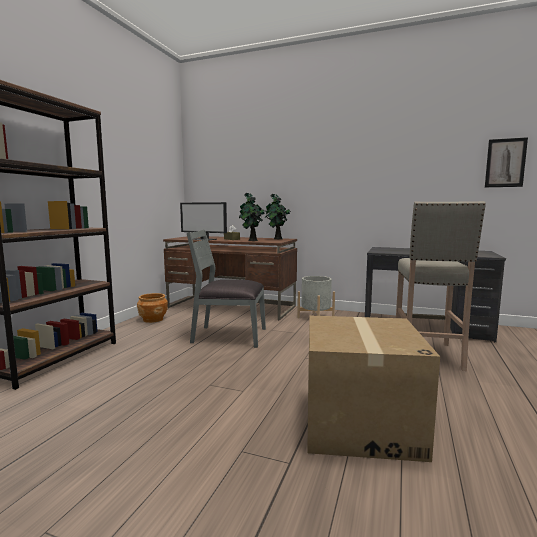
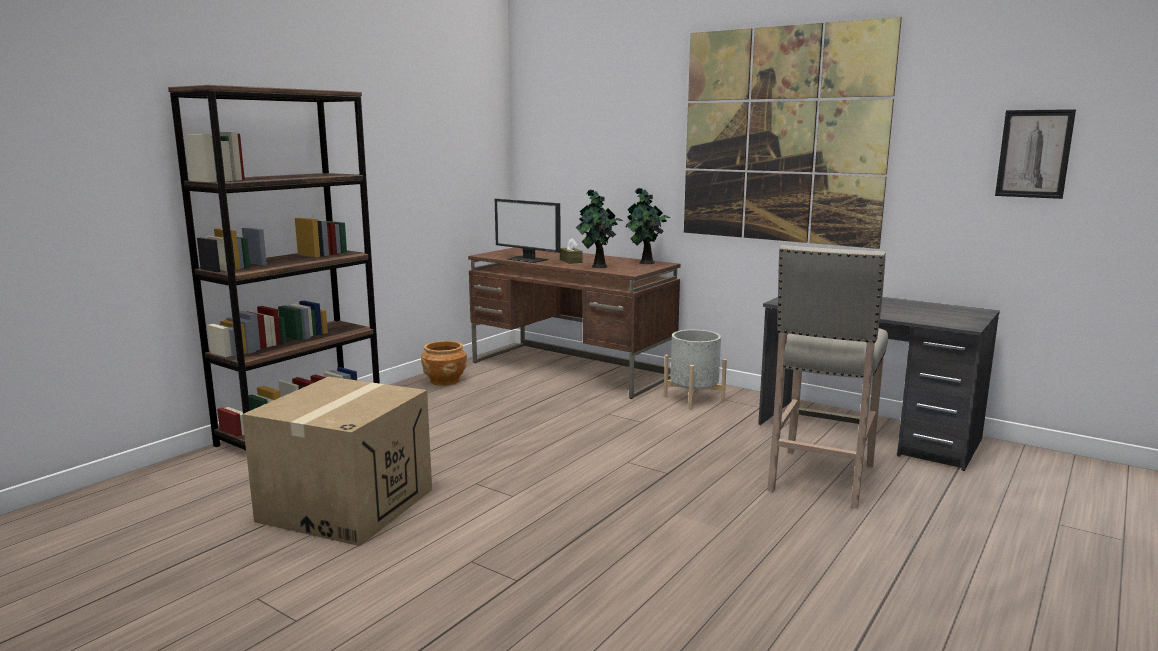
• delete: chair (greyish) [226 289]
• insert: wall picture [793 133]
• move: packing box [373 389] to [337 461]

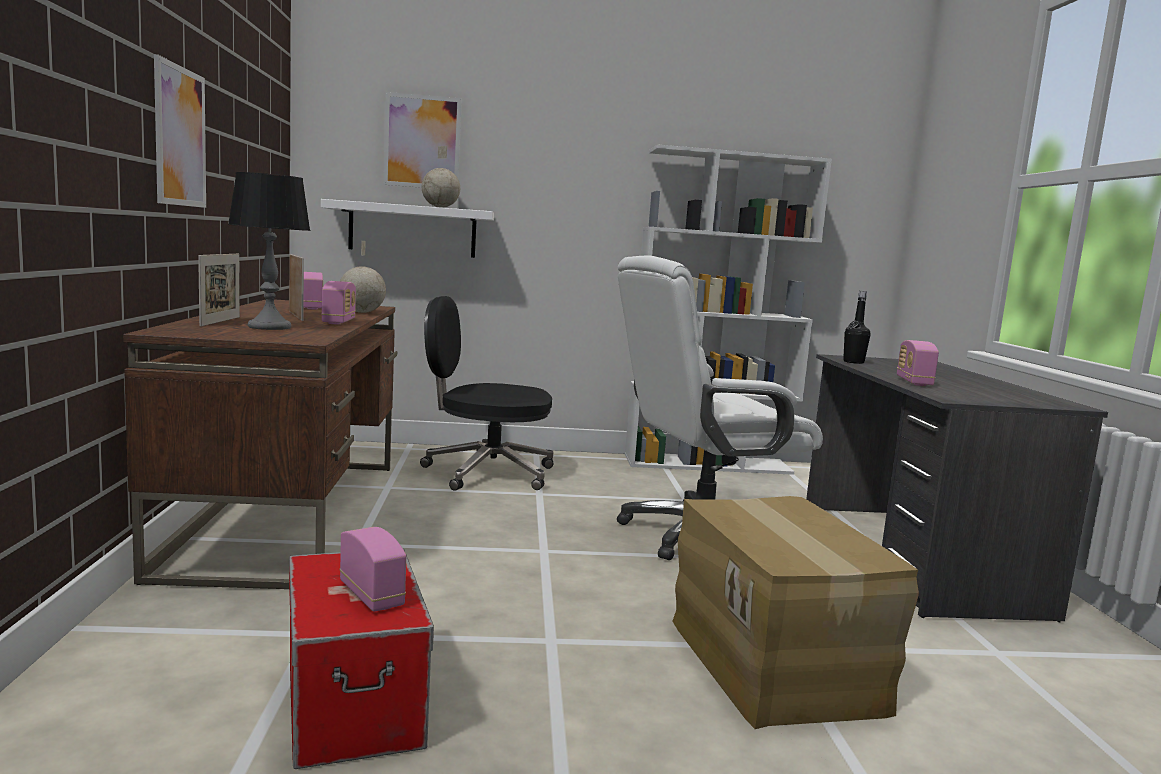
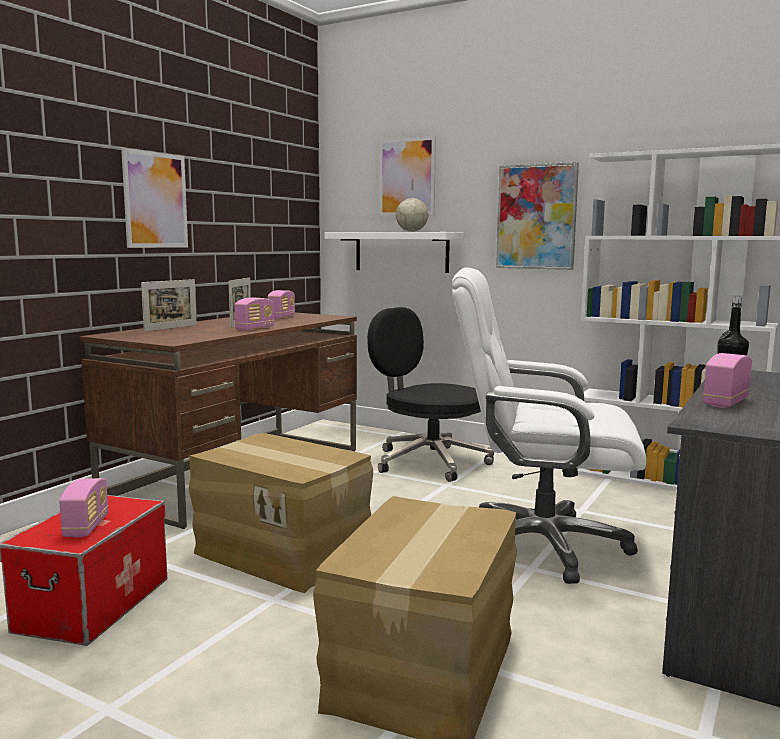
• delete: lamp for a table [269 251]
• delete: globe [363 277]
• insert: packing box [281 513]
• insert: wall picture [537 216]

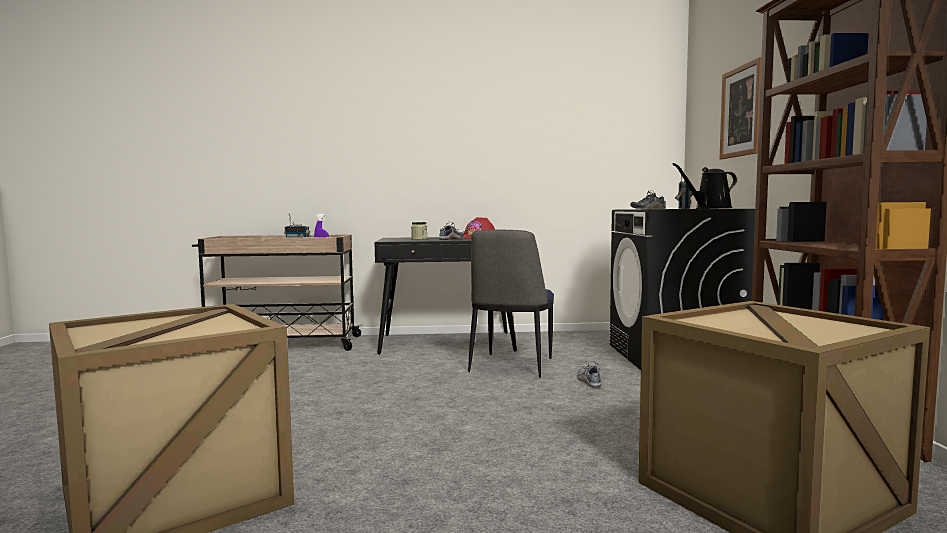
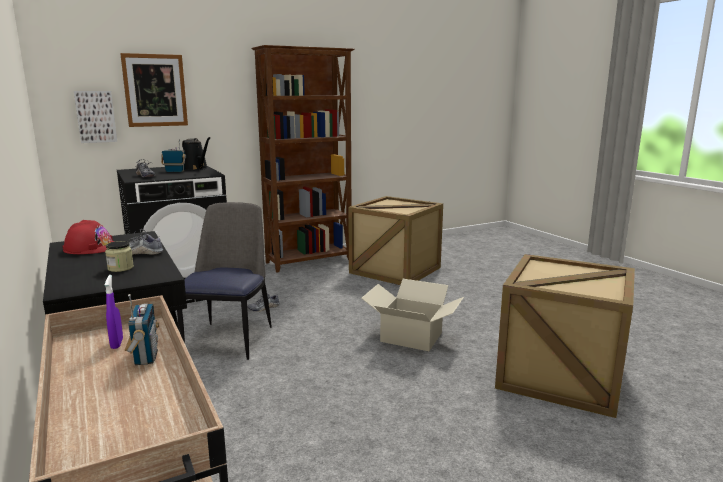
• insert: wall picture [95 117]
• insert: packing box [412 315]
• rotate: chair [511 304] = [224 281] 75 degrees counterclockwise

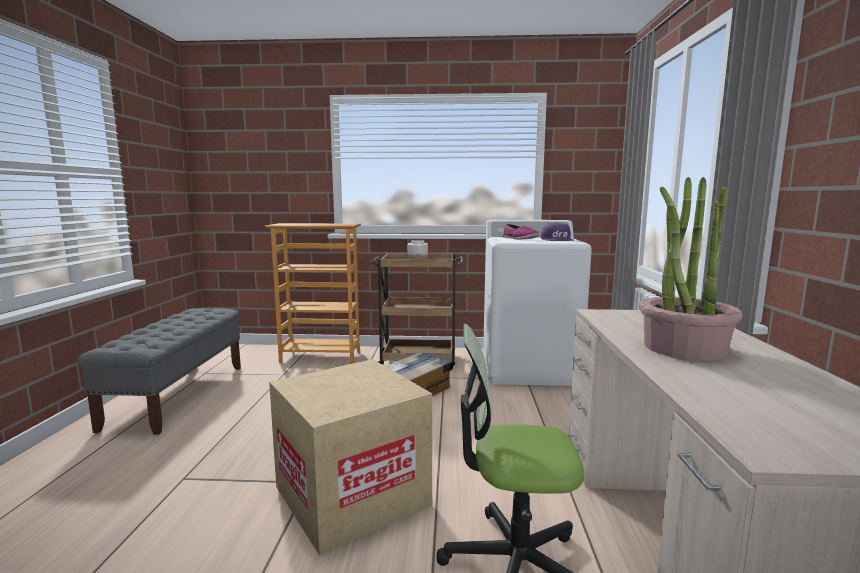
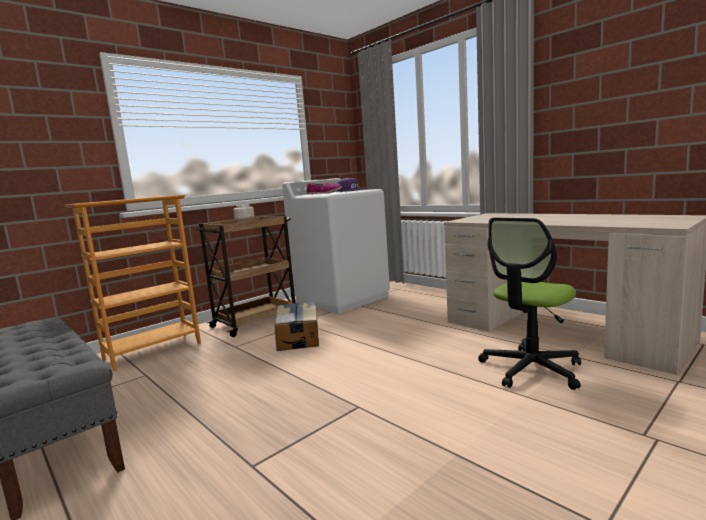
• delete: packing box [350 457]
• delete: houseplant [690 269]

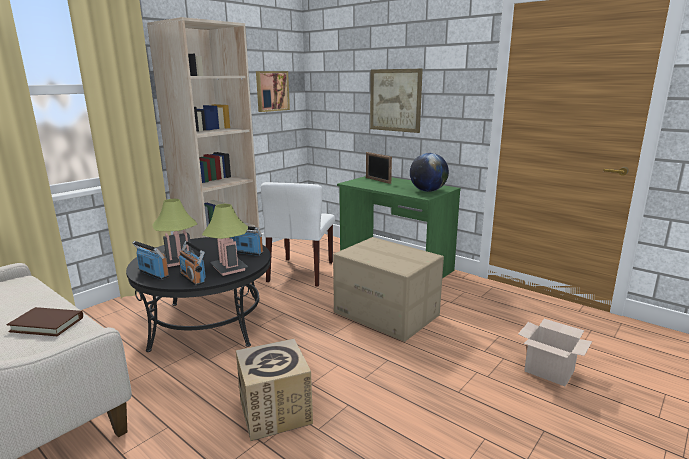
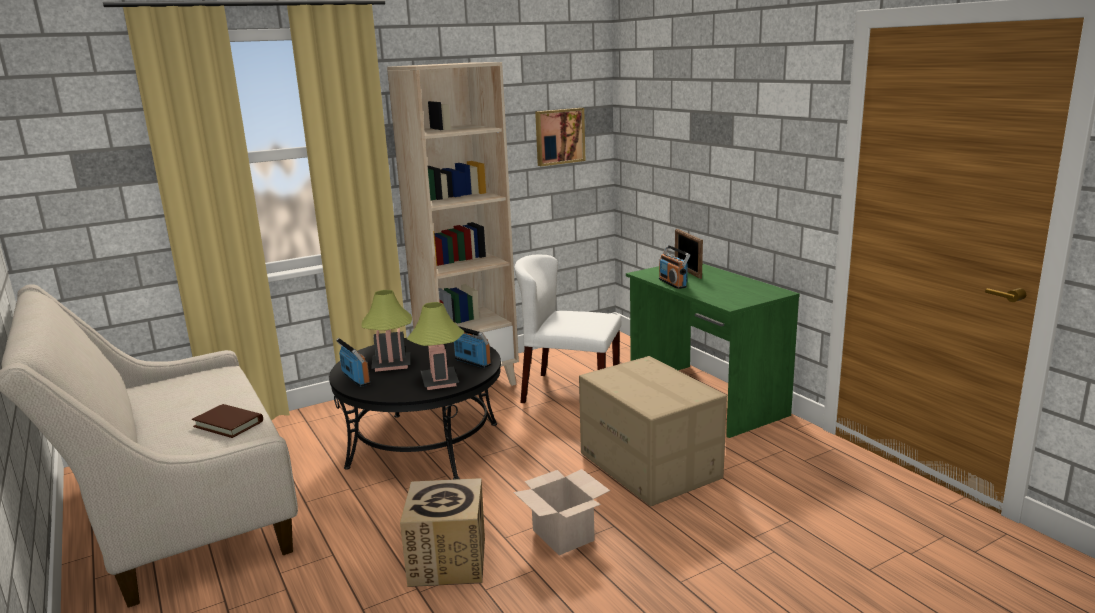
• delete: wall picture [396 101]
• delete: globe [429 172]
• move: radio set [192 263] to [674 267]
• move: packing box [555 352] to [561 512]
• rotate: chair (whitish) [298 234] = [567 328] 75 degrees clockwise

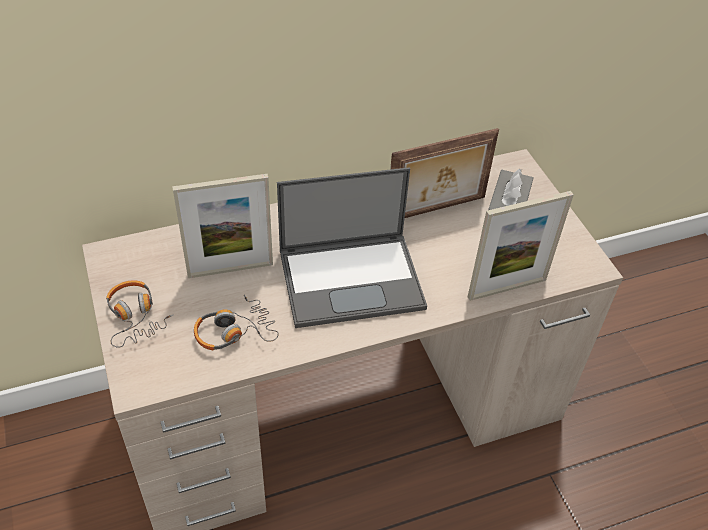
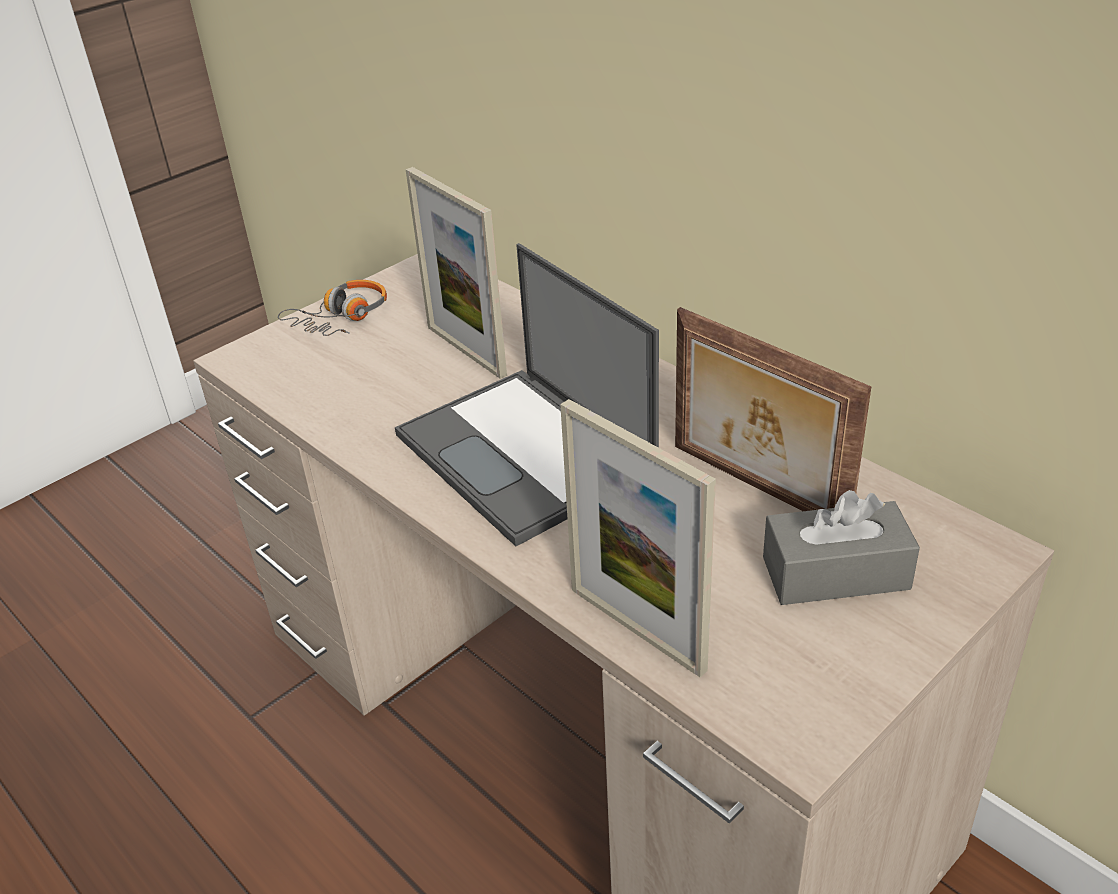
• delete: pair of headphones [236 322]

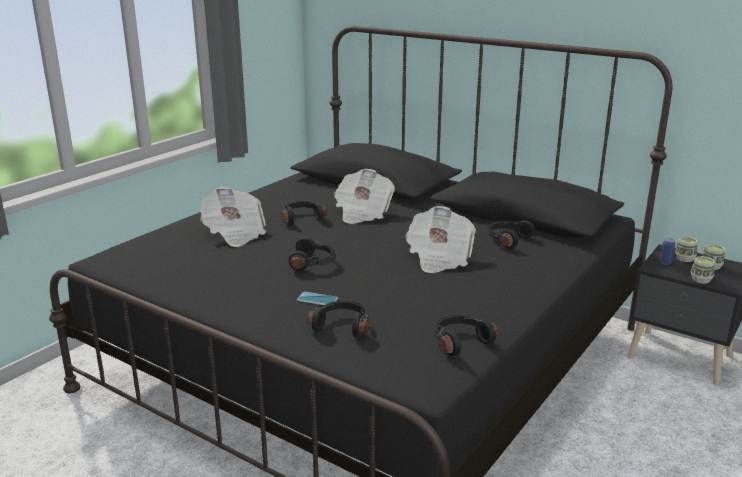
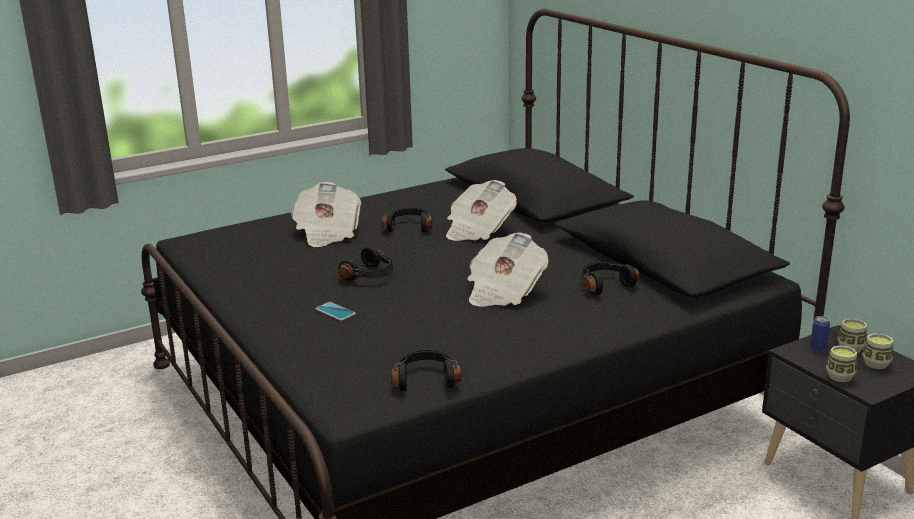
• delete: pair of headphones (blackish) [338 319]

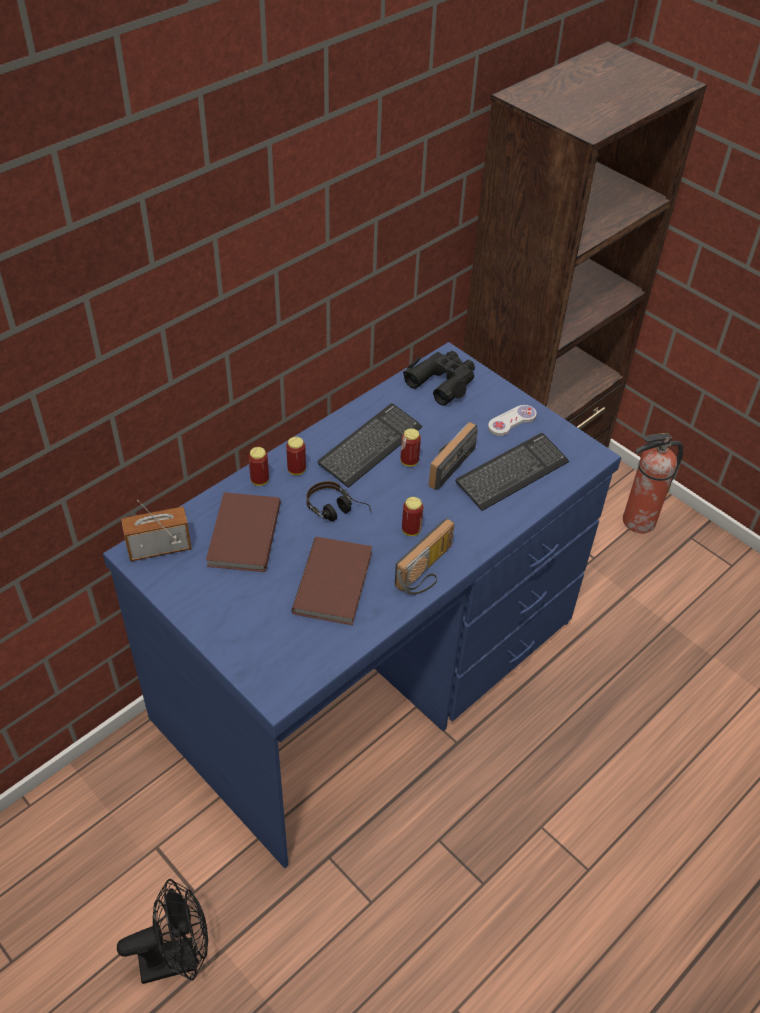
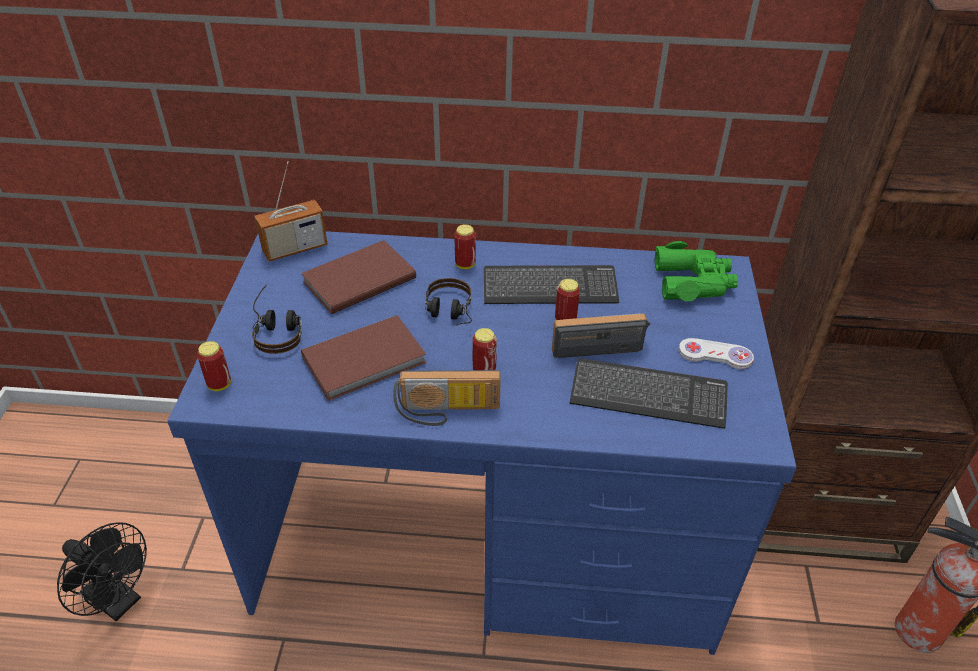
• insert: pair of headphones [277 319]
• move: sealed can [258 466] to [214 366]
• recolor: binoculars (blackish) [439 378] to binoculars (green-coloured) [696 271]
• rotate: radio set [156 530] = [291 211] 120 degrees clockwise

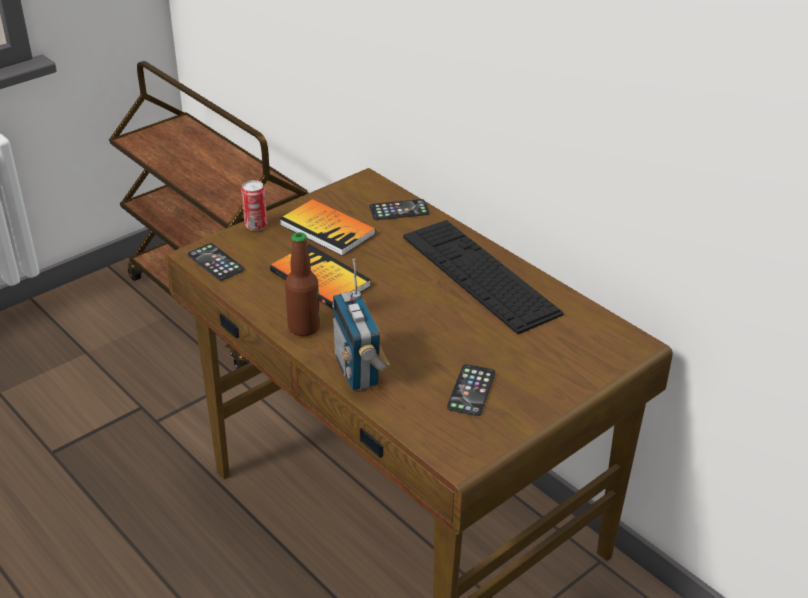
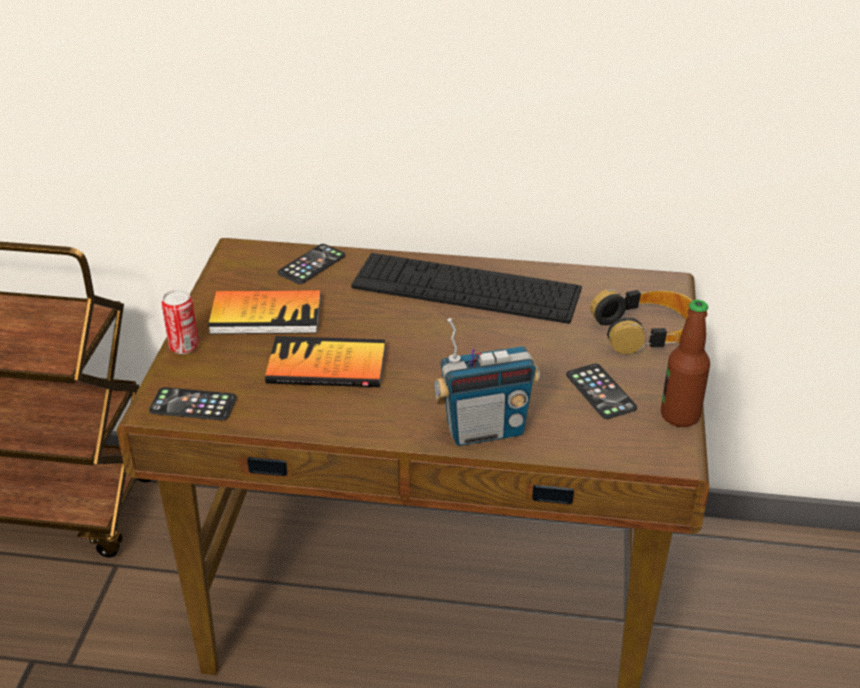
• insert: pair of headphones [641 321]
• move: drink bottle [302 284] to [685 363]
• rotate: radio set [361 324] = [487 382] 45 degrees counterclockwise

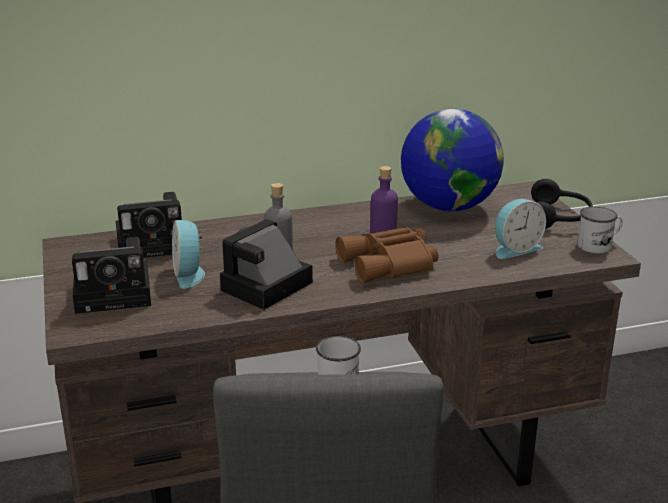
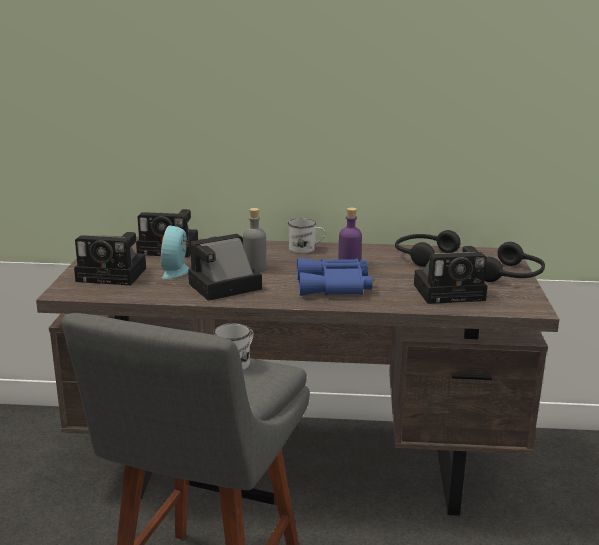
• move: mug (whitish) [600 229] to [306 236]
• replace: globe [452 160] to pair of headphones (blackish) [428 248]
• replace: alarm clock [520 229] to photo camera [450 275]
• recolor: binoculars (brownish) [386 255] to binoculars (blue-coloured) [335 277]

